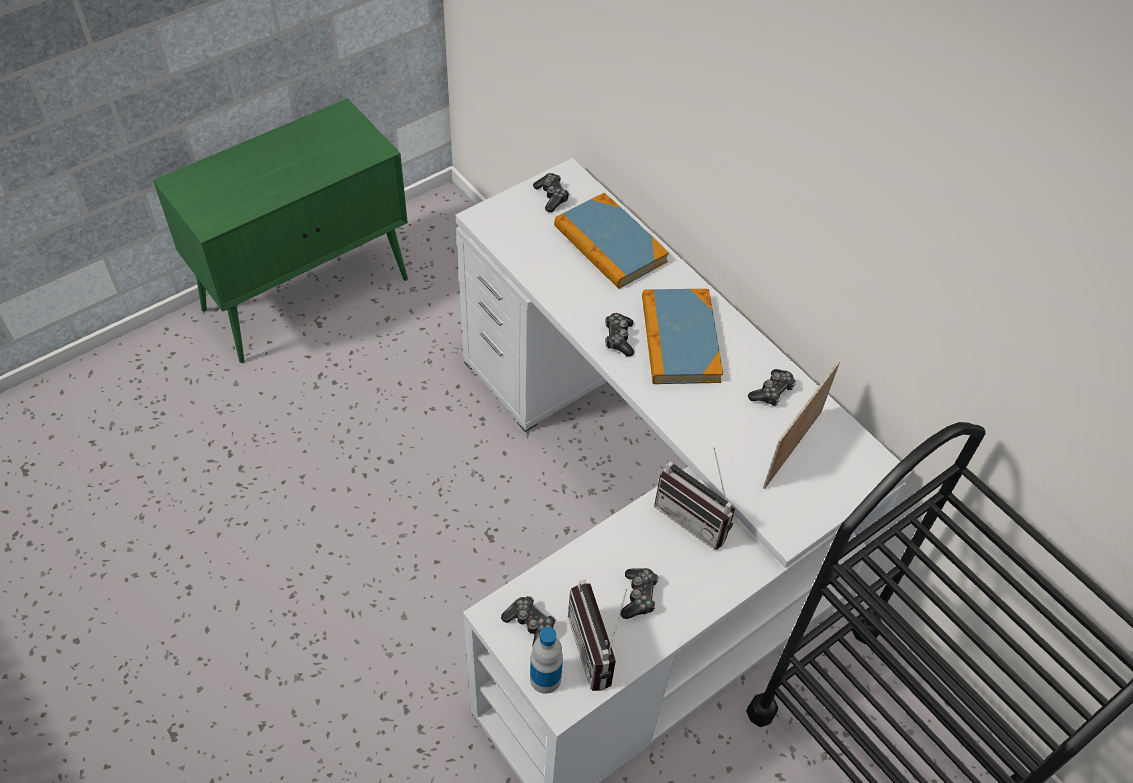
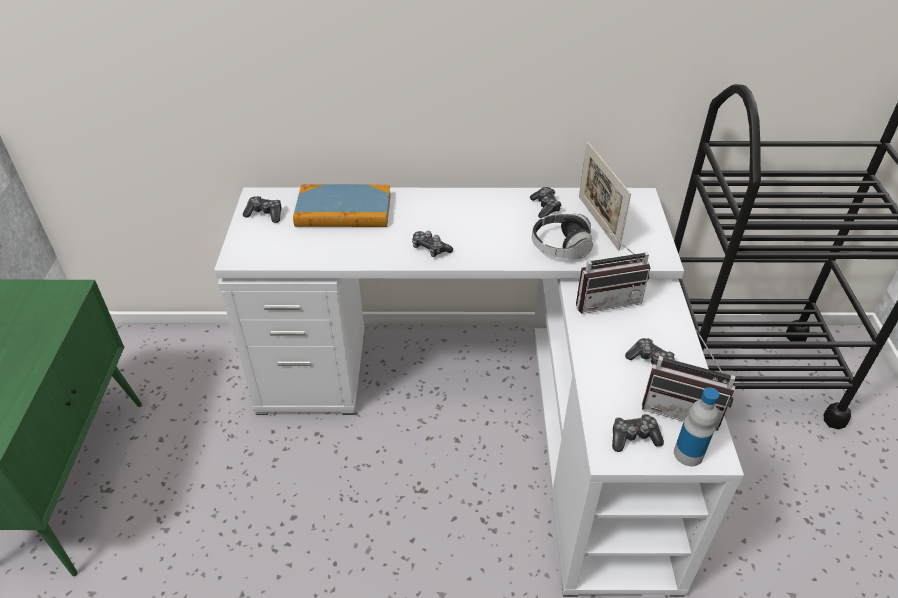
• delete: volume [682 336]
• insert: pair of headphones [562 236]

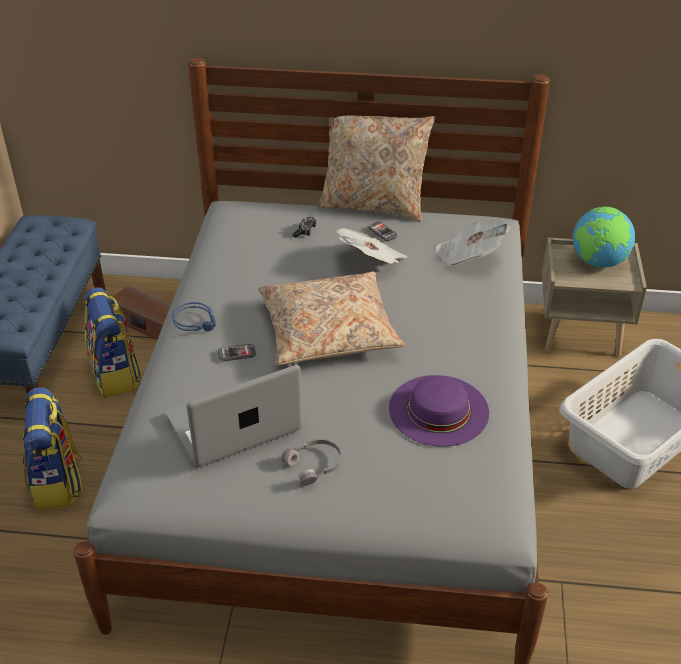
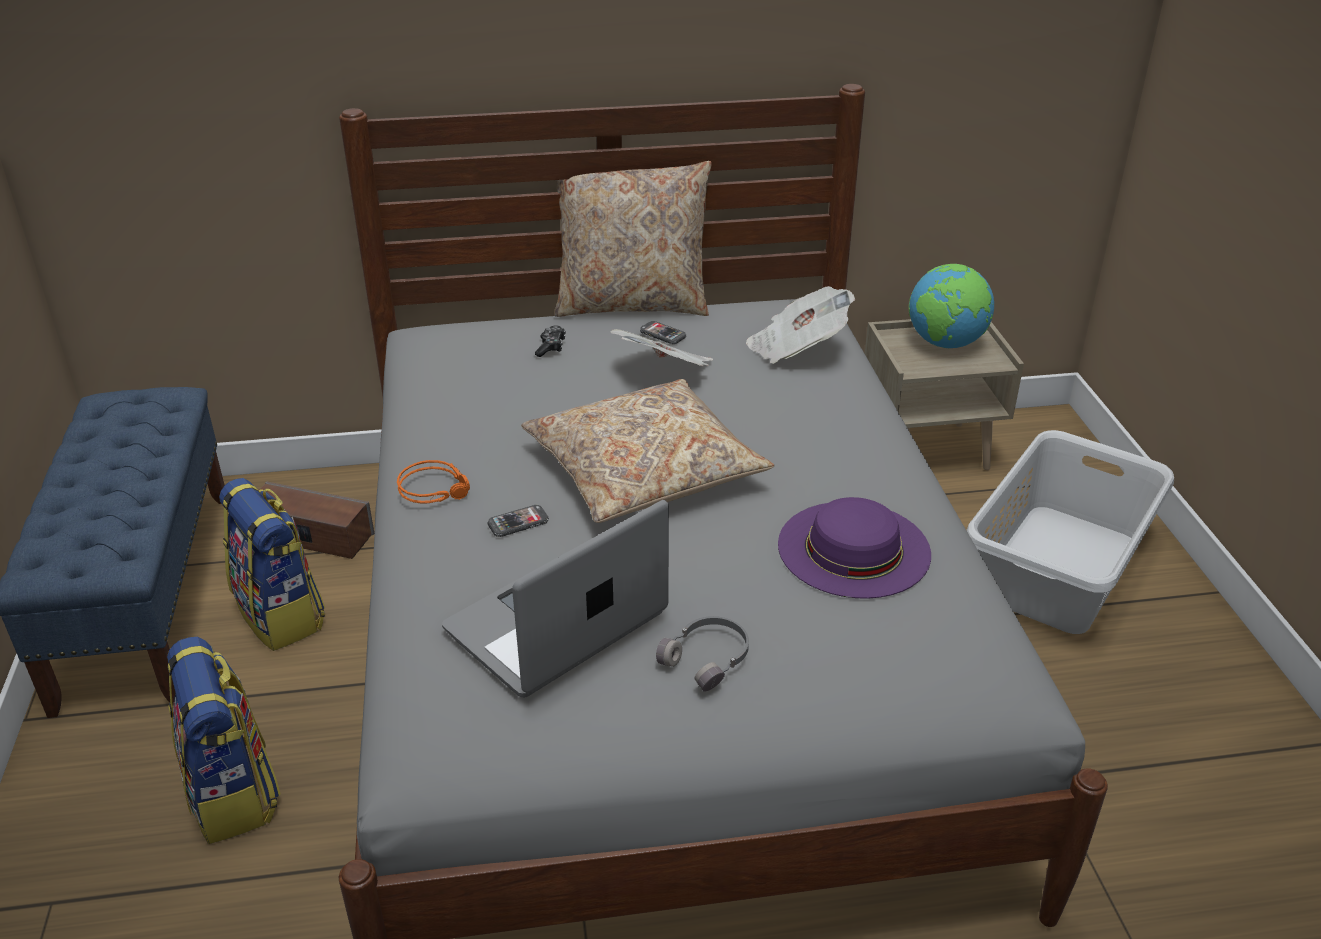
• recolor: pair of headphones (blue-coloured) [194 317] to pair of headphones (orange-coloured) [433 482]

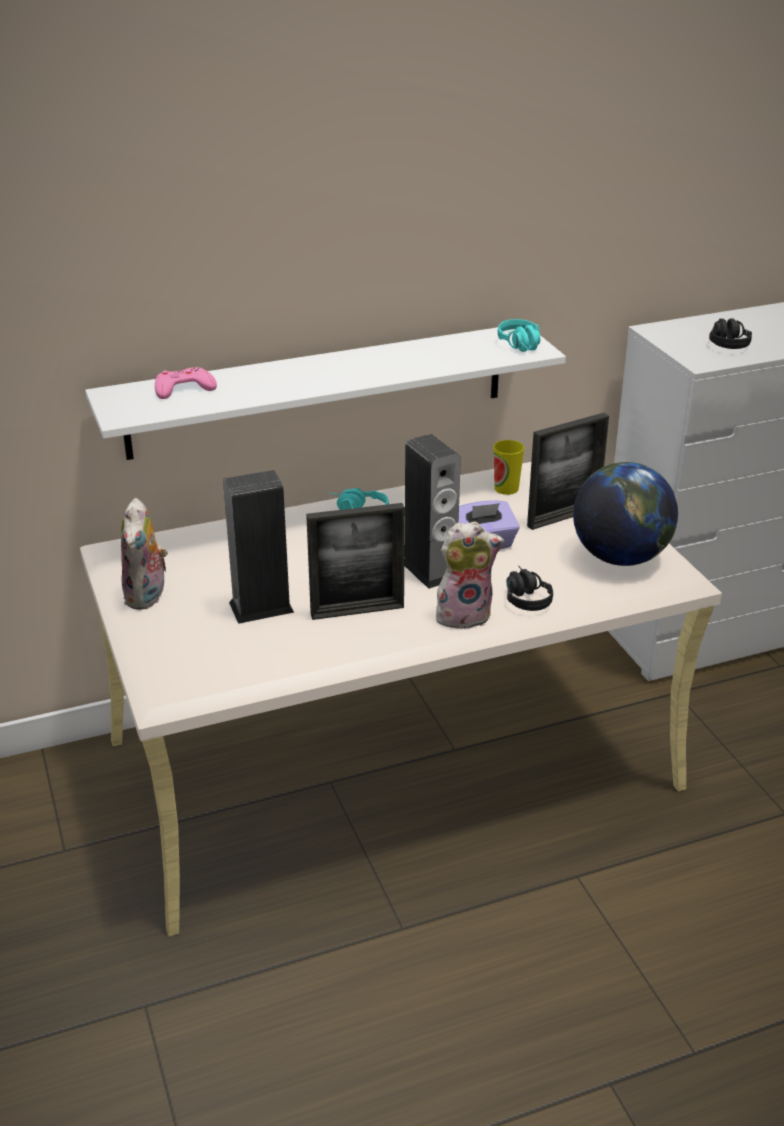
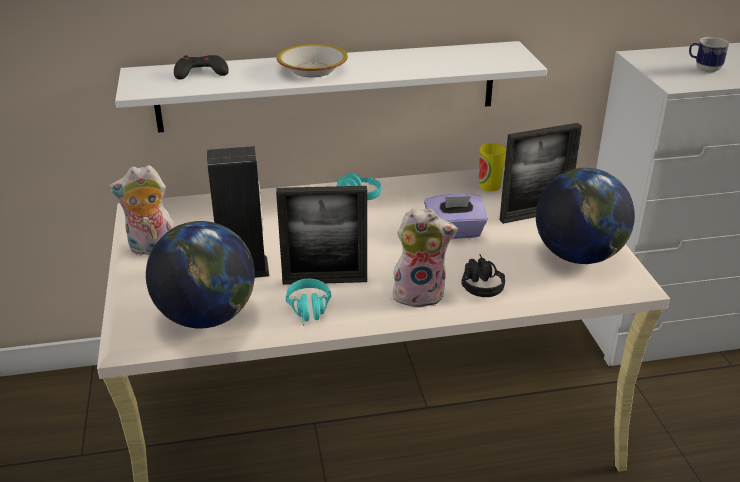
• delete: speaker [432 511]
• insert: globe [200 274]
• insert: deep dish [312 60]
• move: pair of headphones (turquoise) [519 335] to [308 302]
• replace: pair of headphones (blackish) [730 333] to mug [709 55]
• recolor: game controller (pinkish) [186 383] to game controller (blackish) [201 67]
• rotate: plush toy [144 554] = [141 210] 75 degrees clockwise

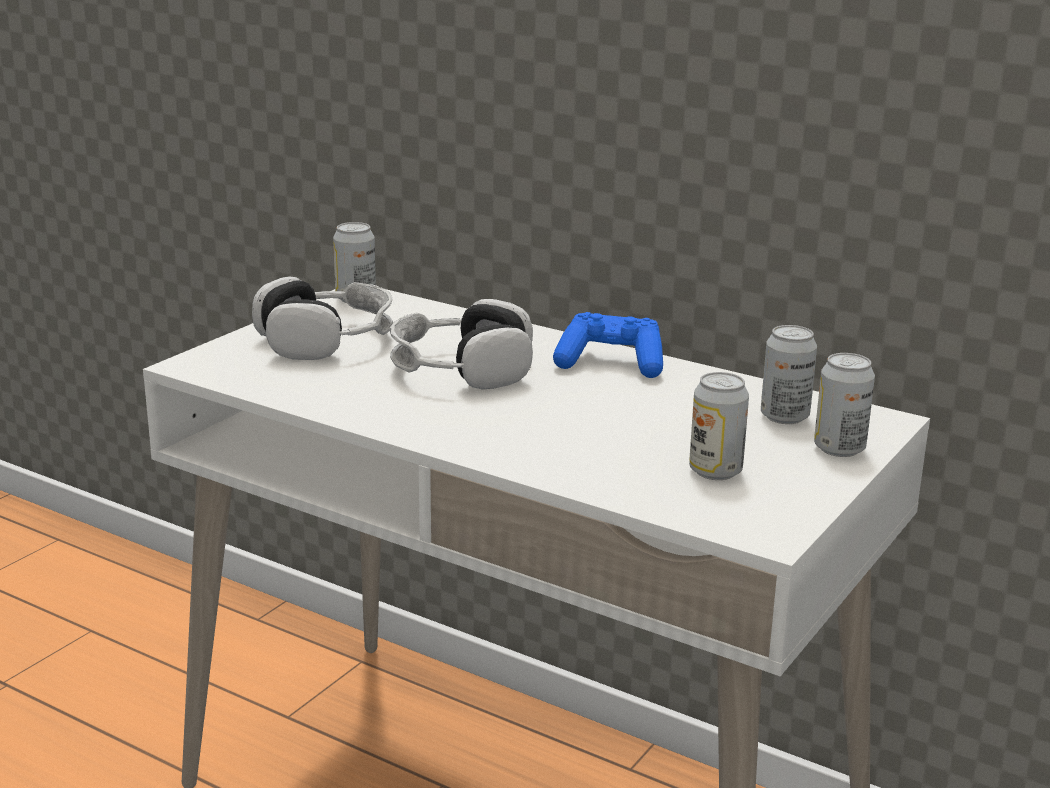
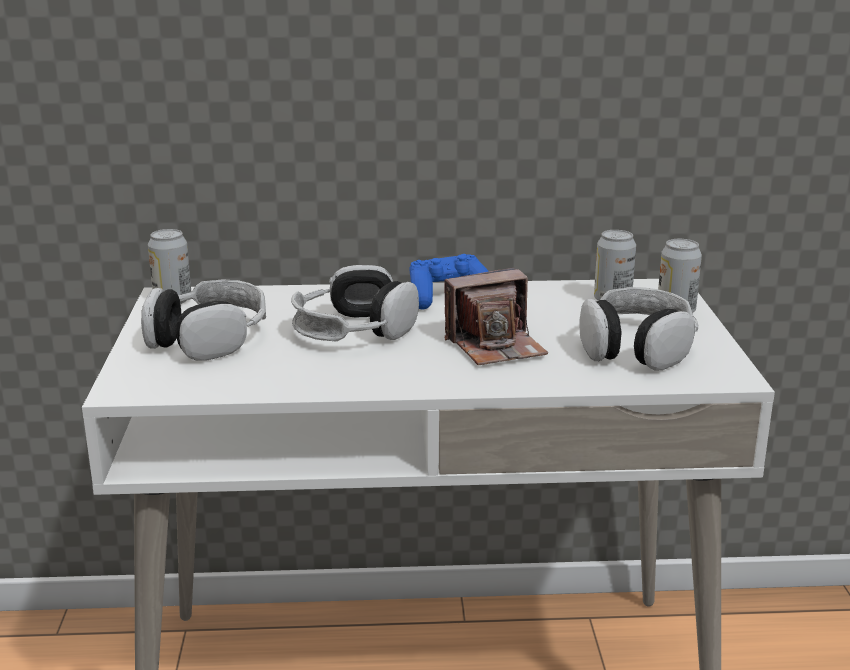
• insert: photo camera [496 316]
• replace: sealed can [719 426] to pair of headphones [638 329]

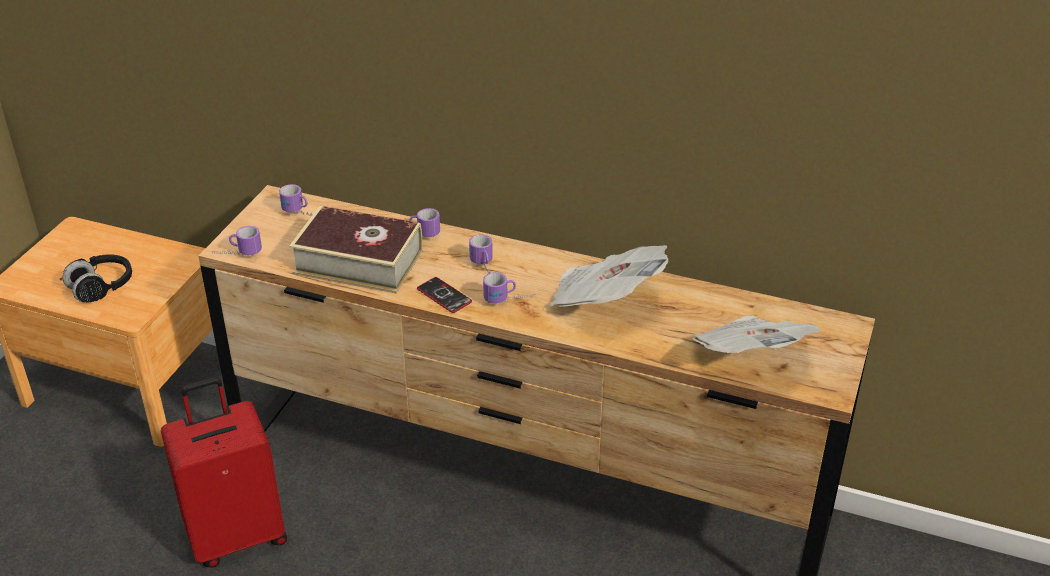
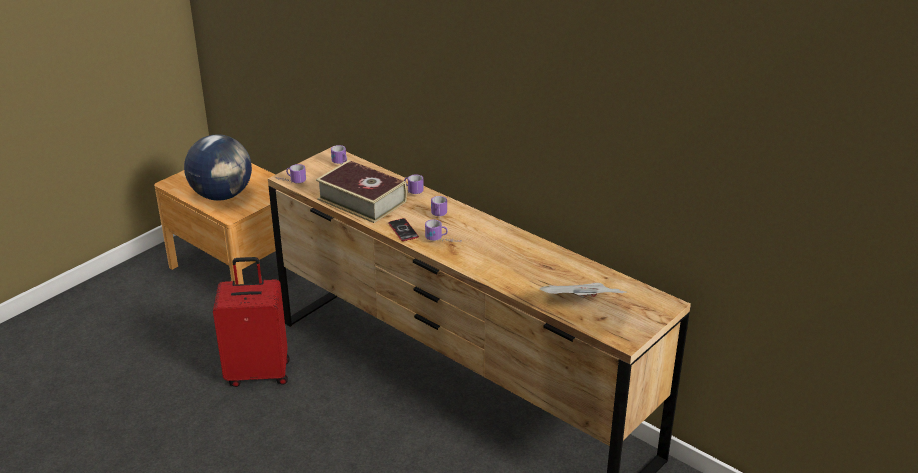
• delete: newspaper [609 276]
• replace: pair of headphones (blackish) [96 278] to globe [218 167]

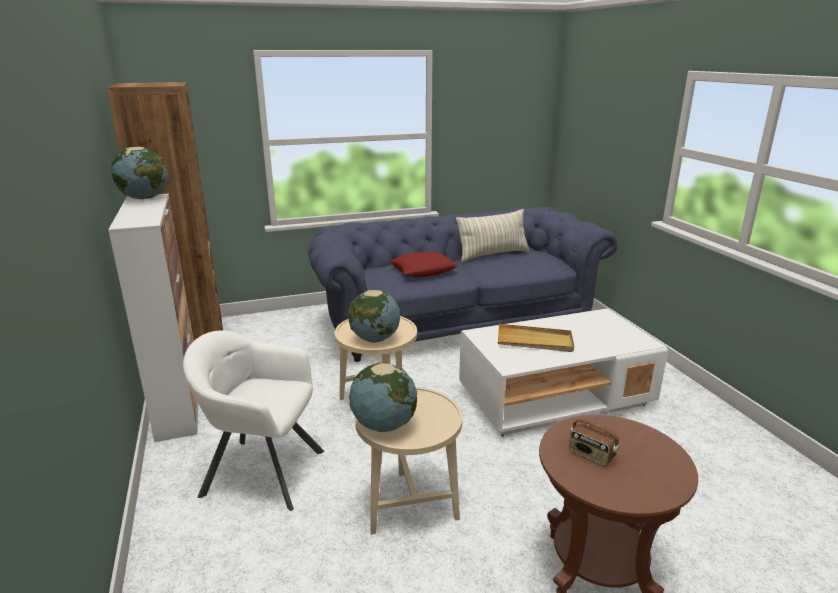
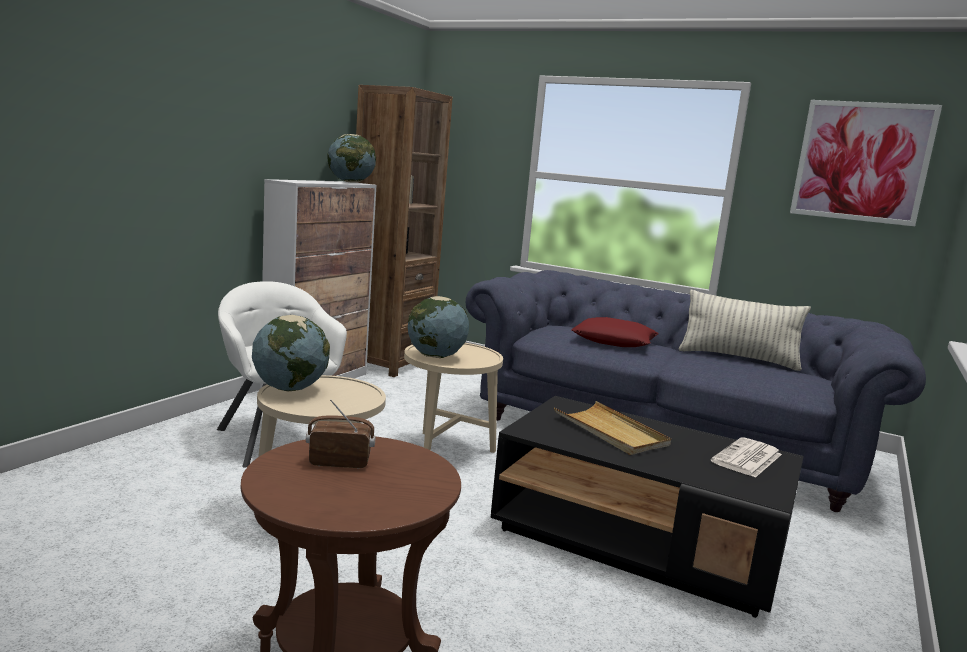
• insert: newspaper [746 457]
• insert: wall picture [866 163]
• recolor: low table (whitish) [563 372] to low table (blackish) [647 507]
• rotate: radio set [594 439] = [341 434] 90 degrees clockwise

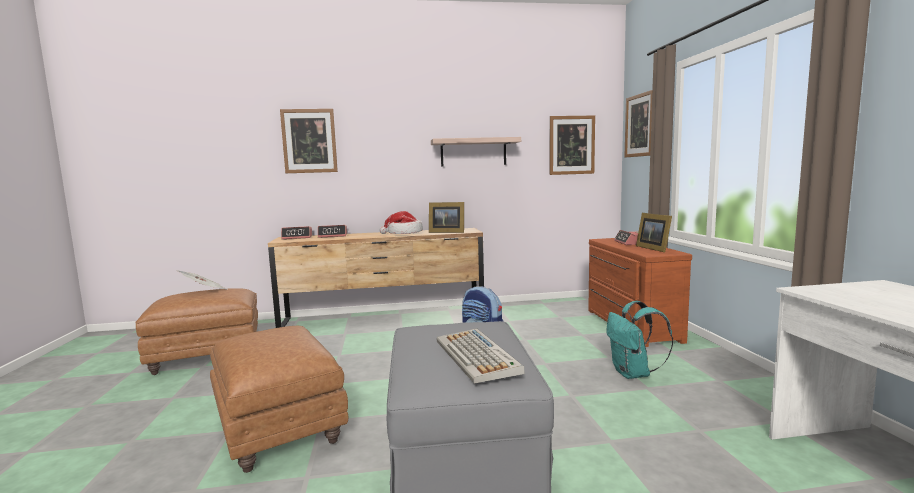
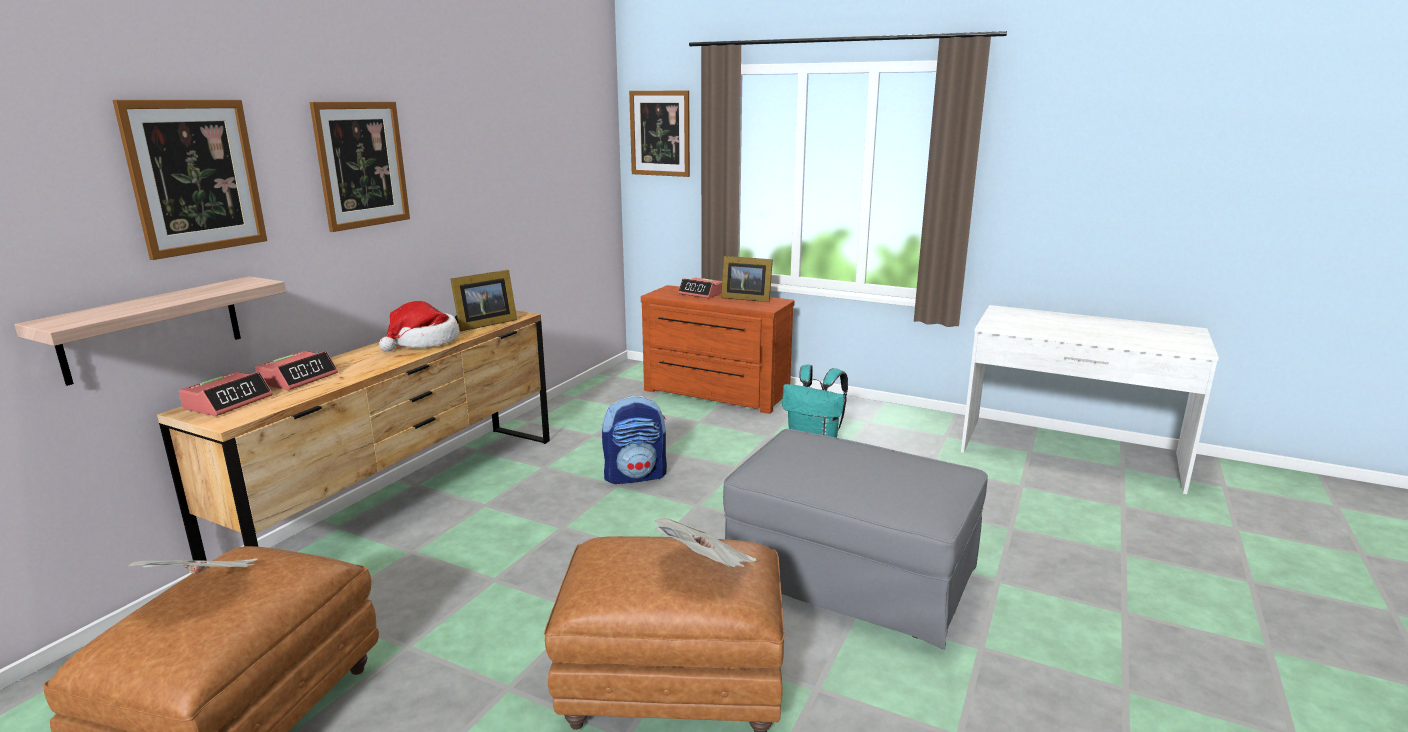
• delete: keyboard [480 356]
• insert: newspaper [706 543]
• move: shelf [476 152] to [150 331]
• move: wall picture [572 145] to [359 167]

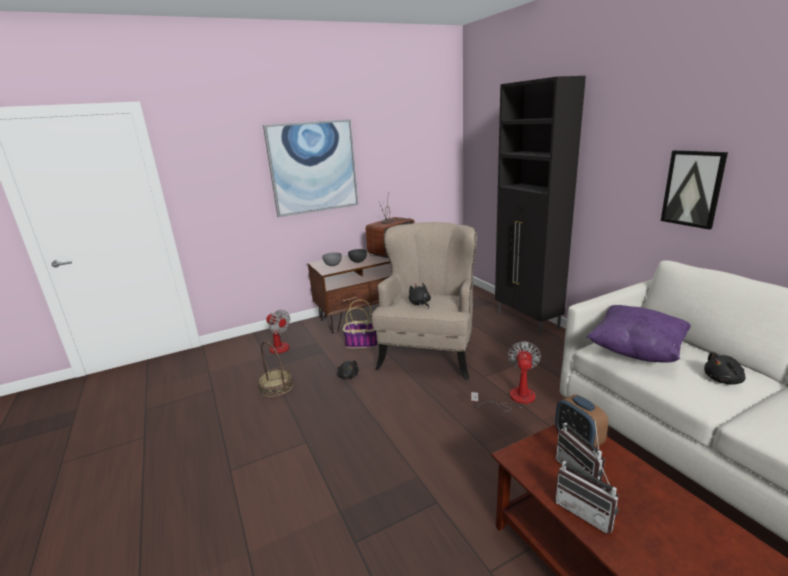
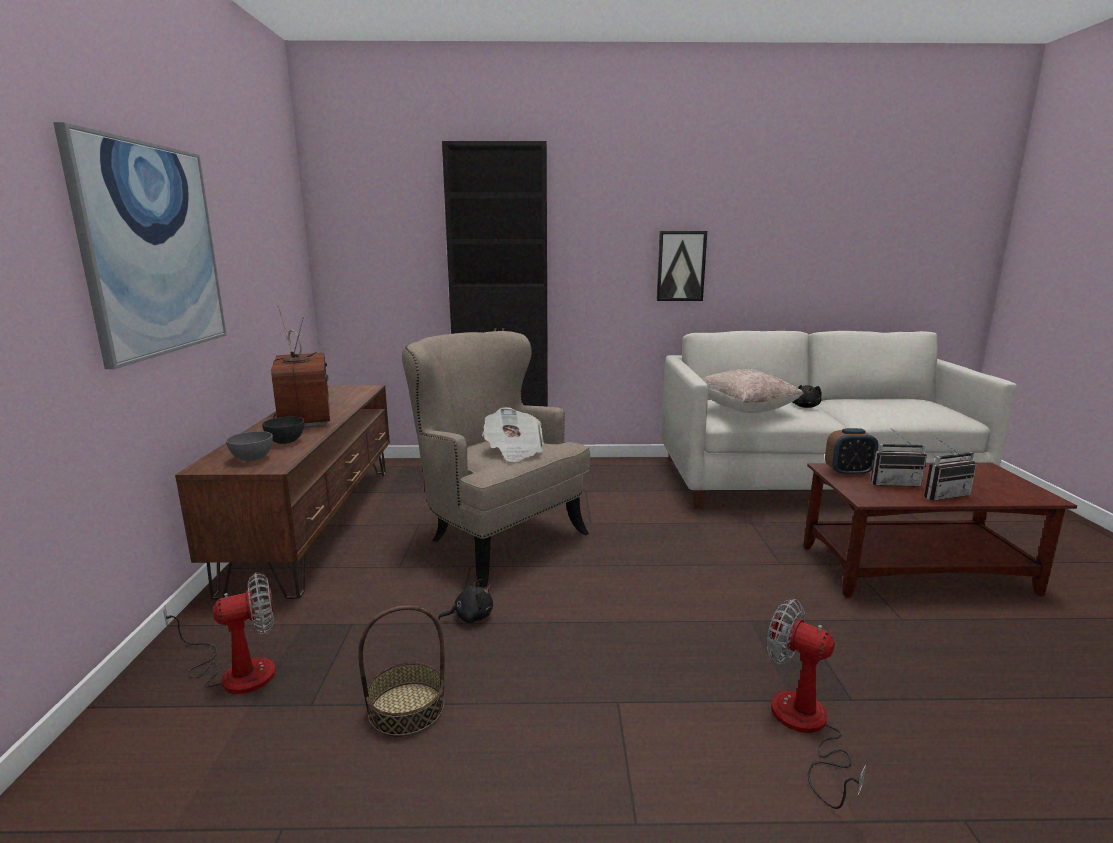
• delete: storage basket [360 324]
• move: cooling fan [506 377] to [816 704]
• replace: plush toy (blackish) [420 295] to newspaper [513 434]
• recolor: cushion (purple) [638 334] to cushion (sand-coloured) [752 391]

